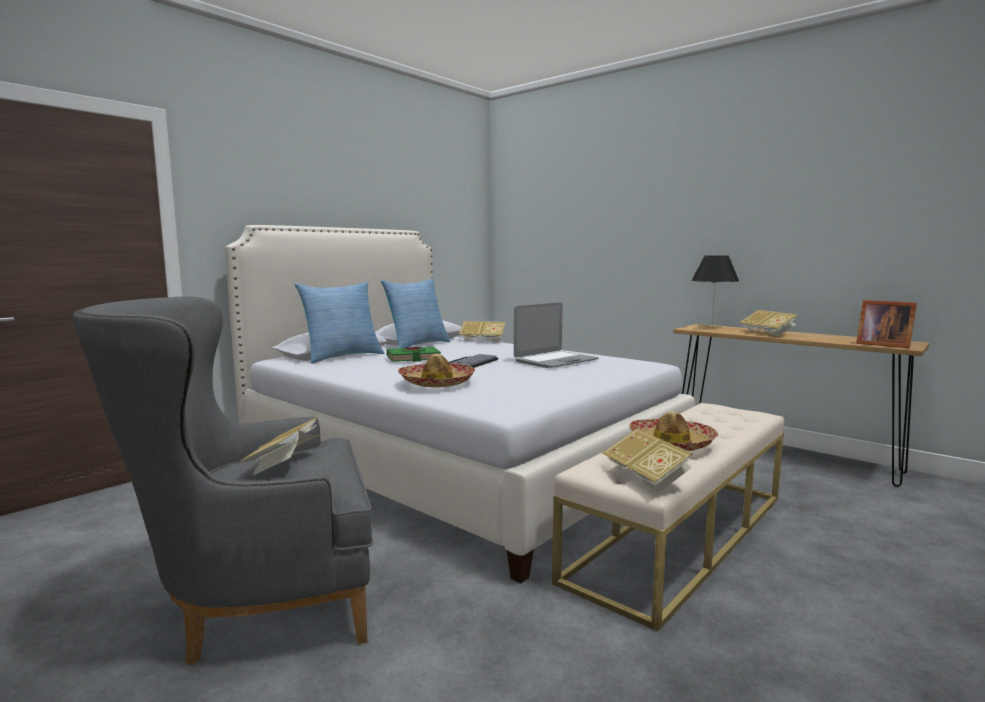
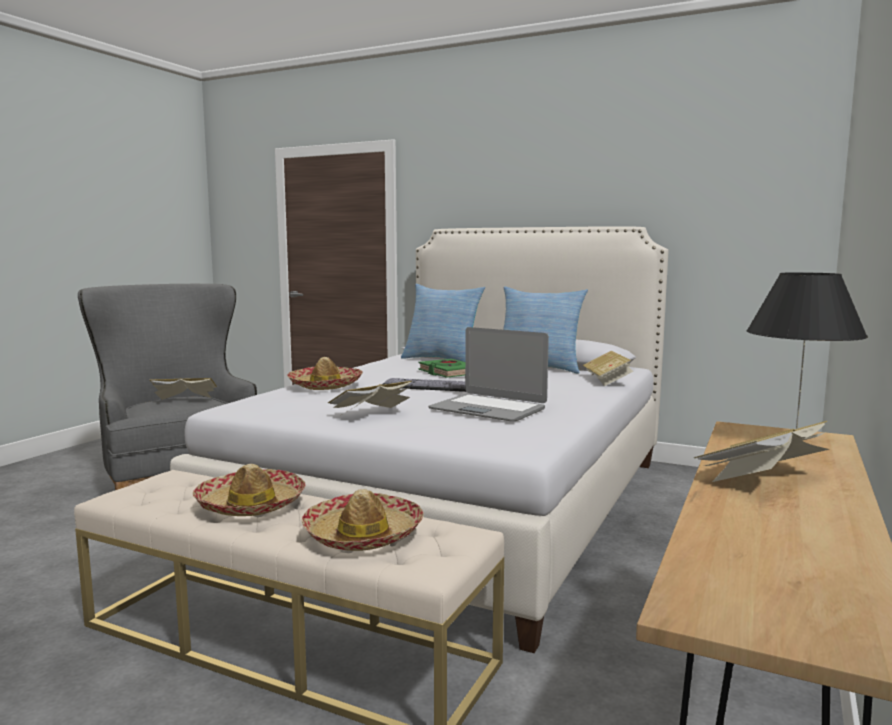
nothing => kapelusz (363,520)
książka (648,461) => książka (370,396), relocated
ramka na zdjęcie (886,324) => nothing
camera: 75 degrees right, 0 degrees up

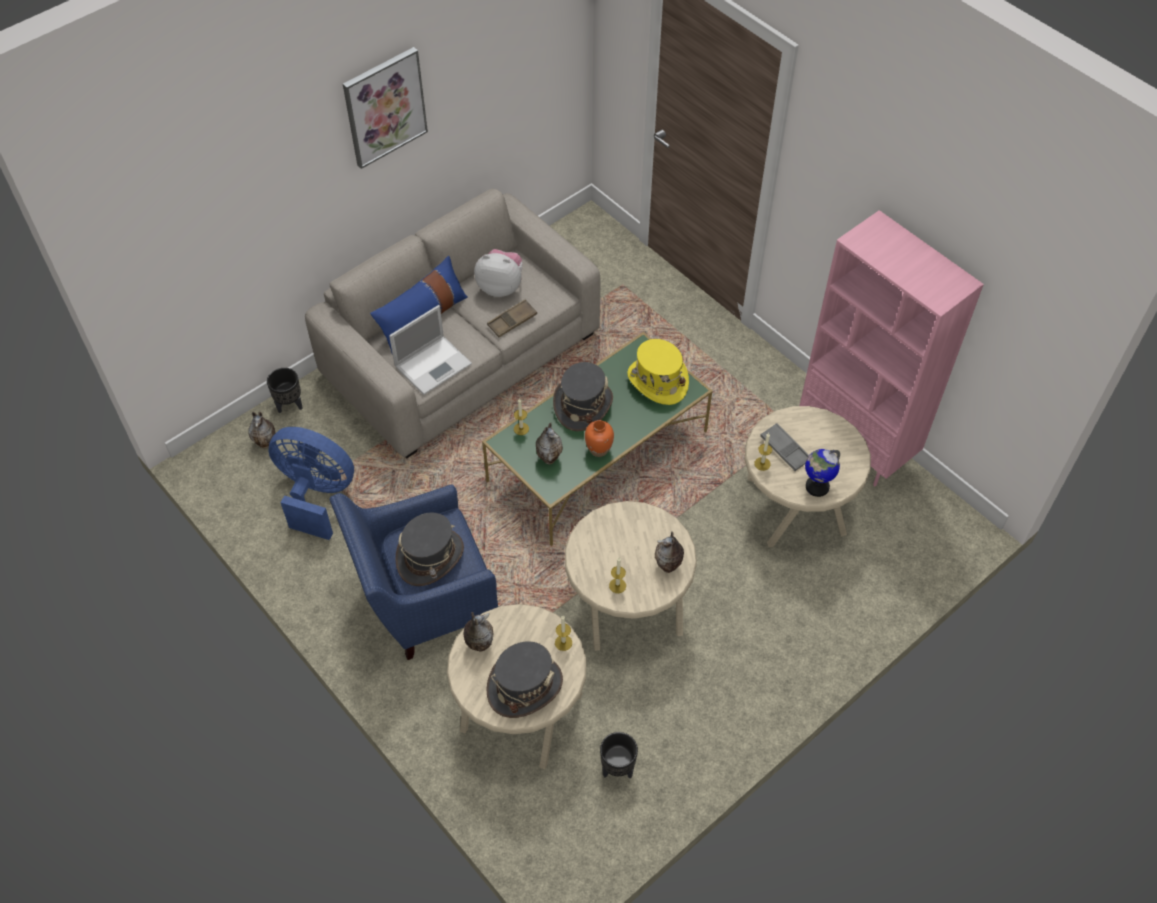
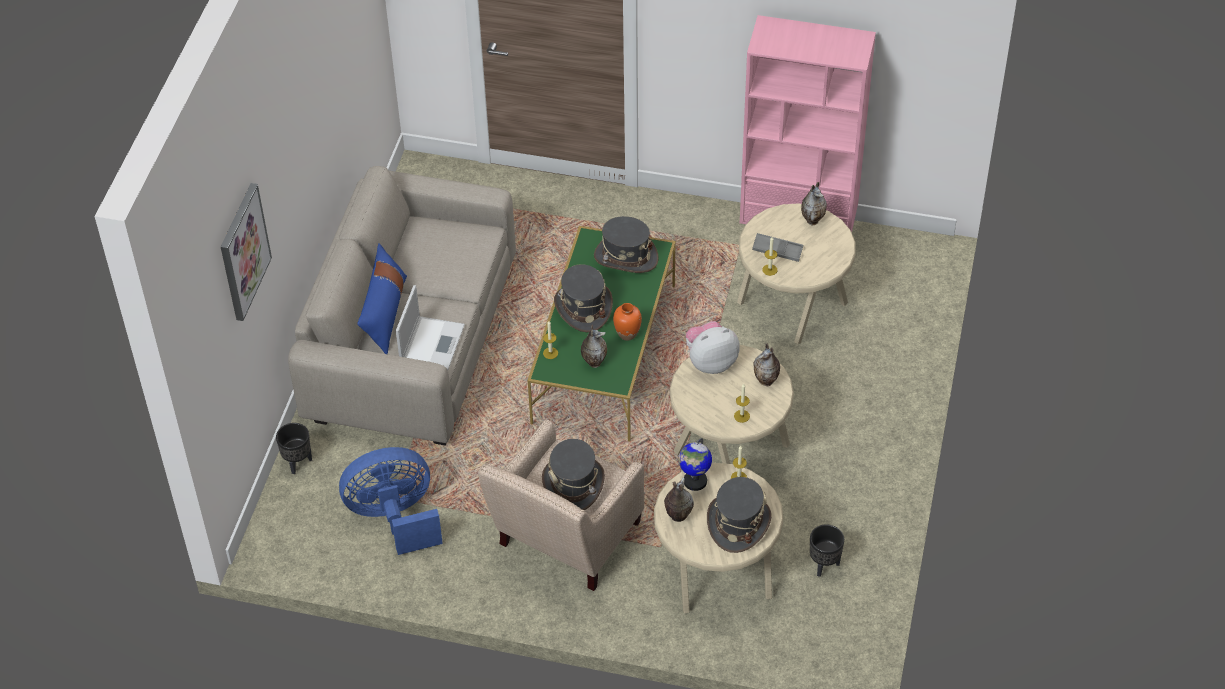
obraz (385,108) => obraz (246,252), relocated
fotel [niebieski] (413,572) => fotel [beżowy] (561,505)
kapelusz [żółty] (658,372) => kapelusz [szary] (626,244)
globus (822,473) => globus (695,464), relocated
pluszak (498,273) => pluszak (713,347), relocated
wazon (261,430) => wazon (814,203), relocated
taca [brązowy] (512,318) => nothing
camera: 35 degrees left, 5 degrees down

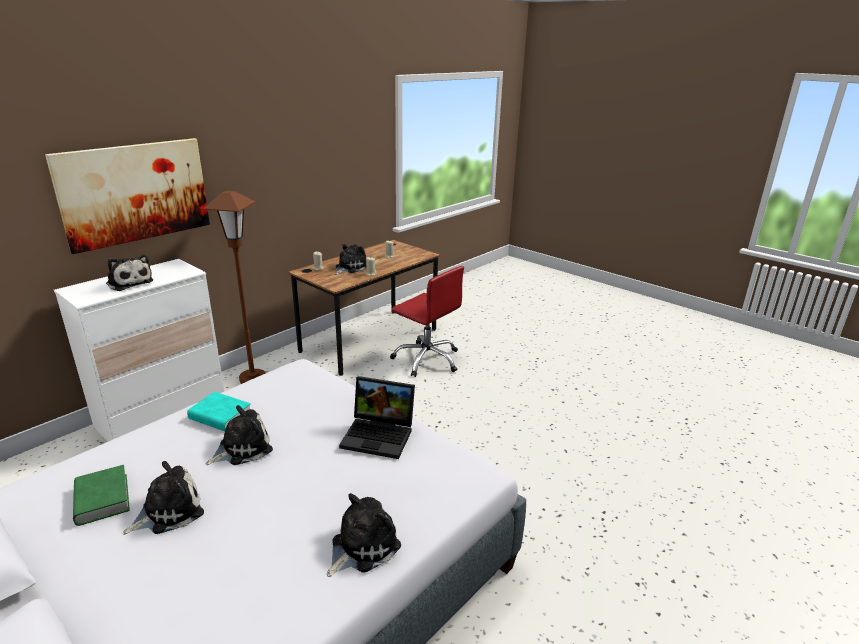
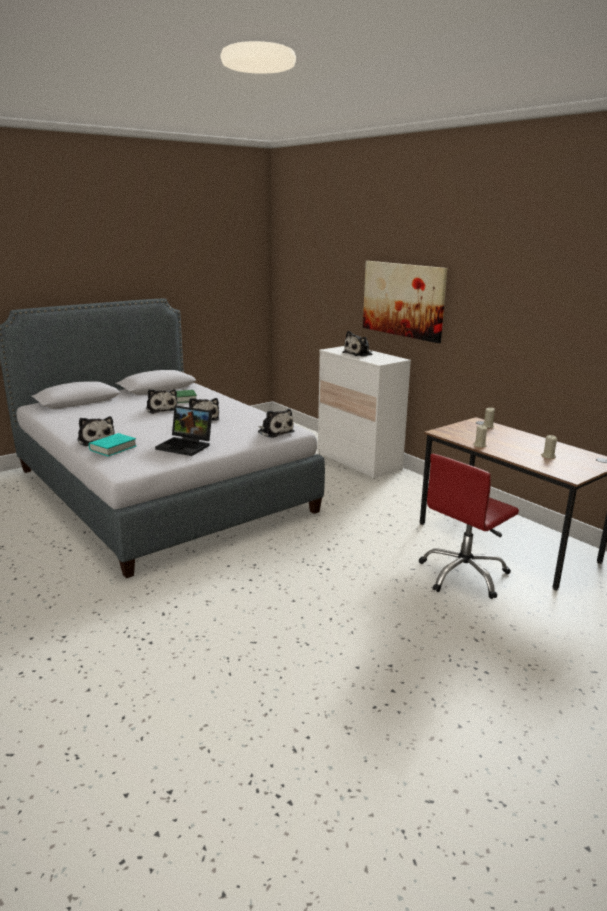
książka [turkusowy] (219,411) => książka [turkusowy] (112,444), relocated
laptop (377,417) => laptop (183,431), 90 degrees counterclockwise
pluszak (351,259) => pluszak (276,423), relocated
lampa stojąca [brązowy] (234,287) => nothing
camera: 100 degrees right, 5 degrees down

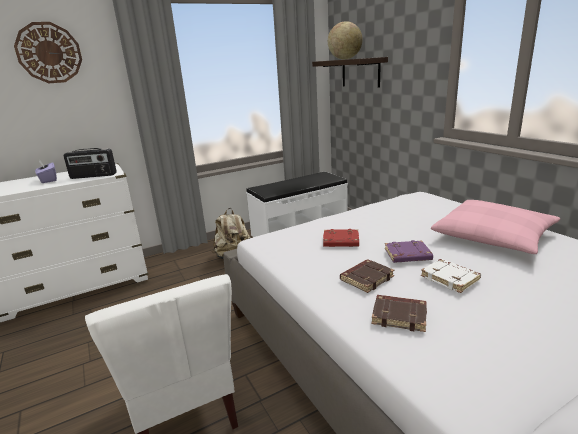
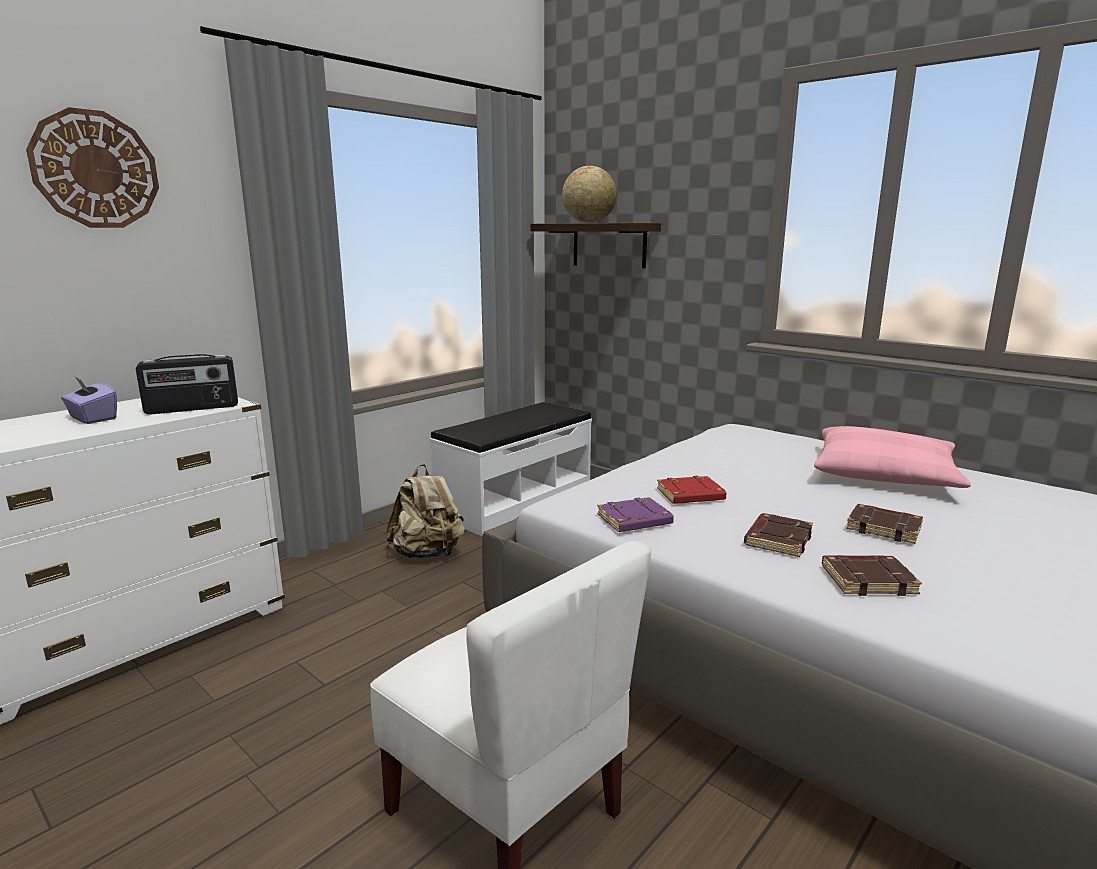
książka [fioletowy] (409,251) => książka [fioletowy] (635,514), relocated
książka [biały] (451,276) => książka [brązowy] (884,524)
camera: 20 degrees left, 5 degrees down

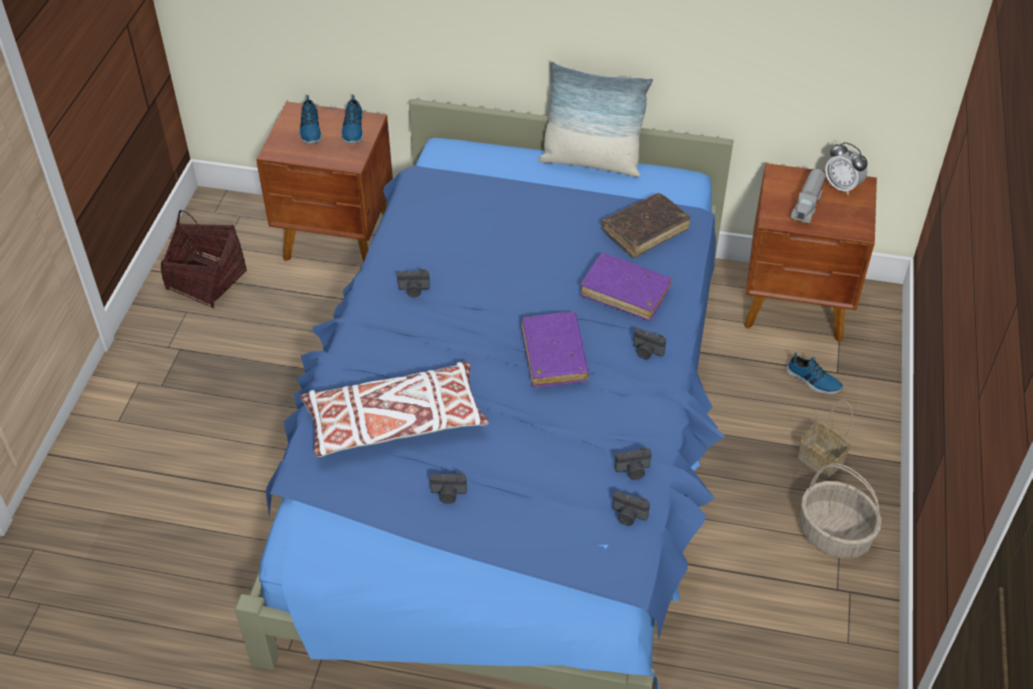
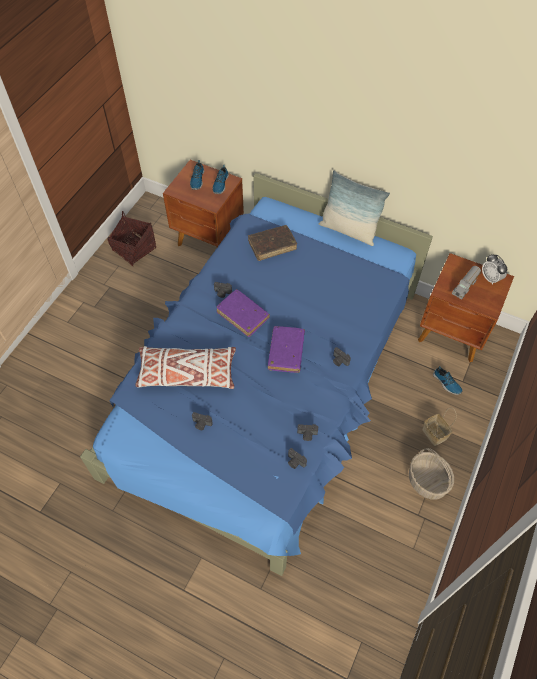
książka [fioletowy] (626,287) => książka [fioletowy] (243,313), relocated
książka [brązowy] (646,225) => książka [brązowy] (272,243), relocated
camera: 15 degrees right, 10 degrees up

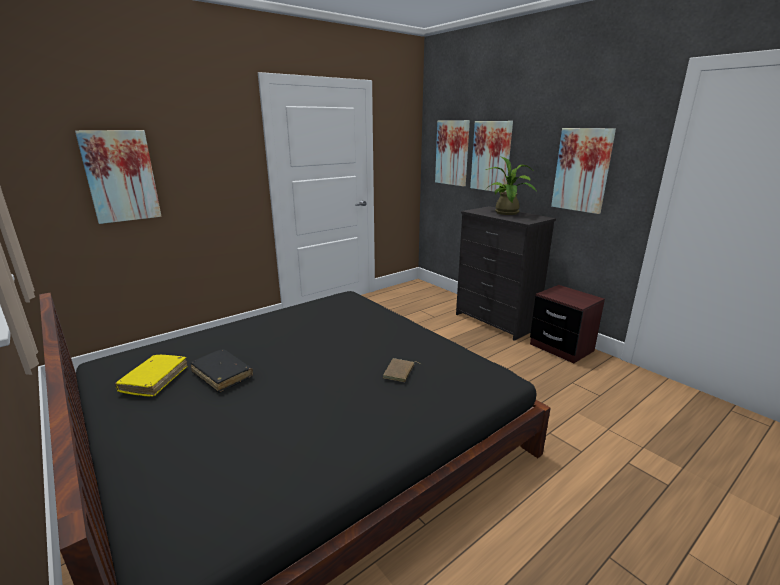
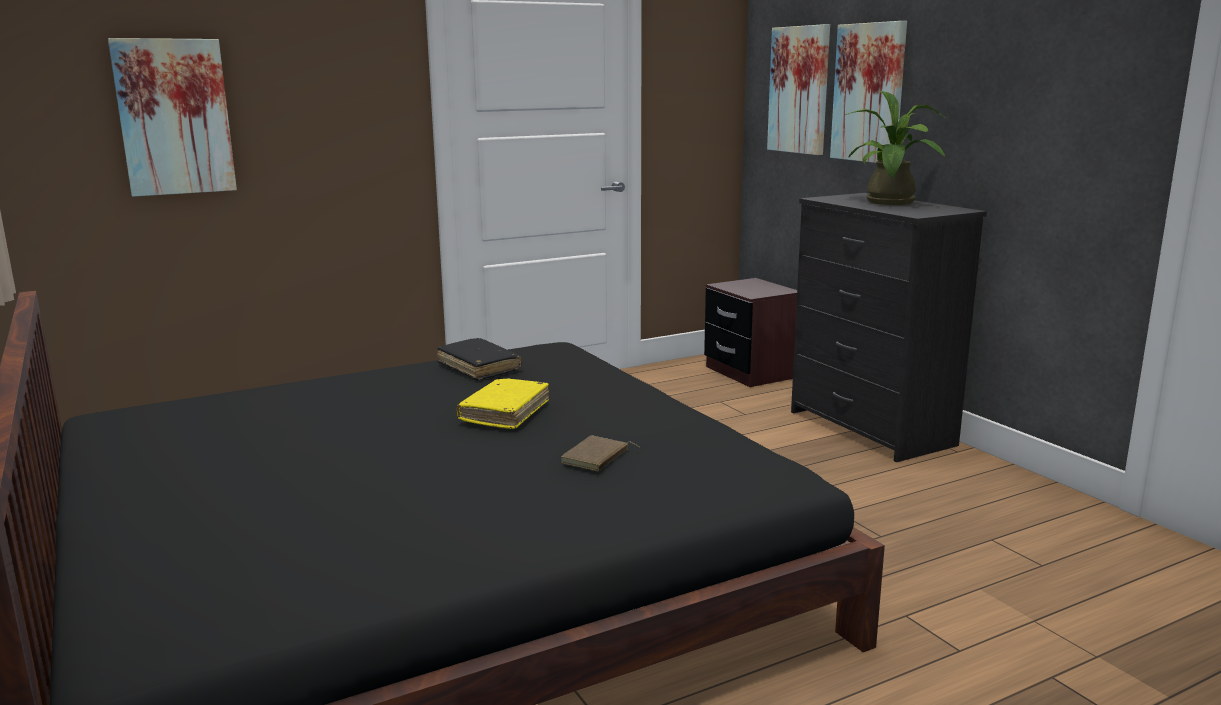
książka [czarny] (222,371) => książka [czarny] (479,359), relocated
książka [żółty] (151,376) => książka [żółty] (503,403), relocated
szafka nocna [brązowy] (567,324) => szafka nocna [brązowy] (750,332), relocated
obraz (583,171) => nothing
camera: 10 degrees right, 5 degrees down

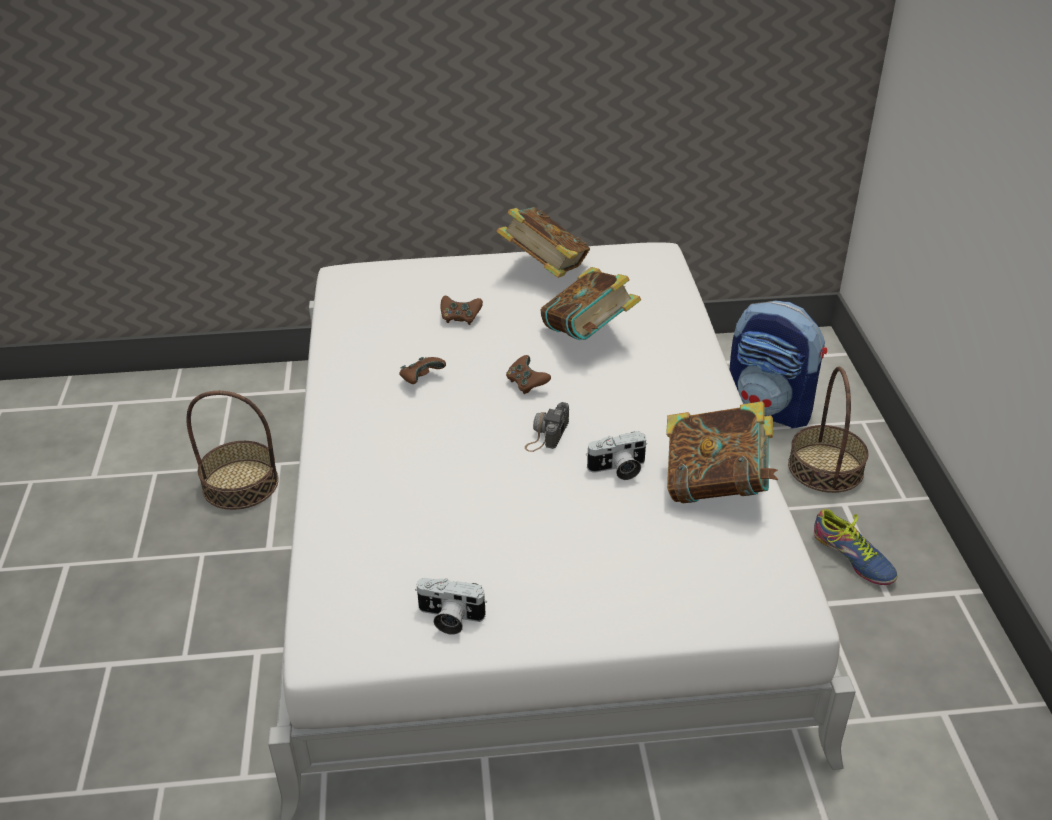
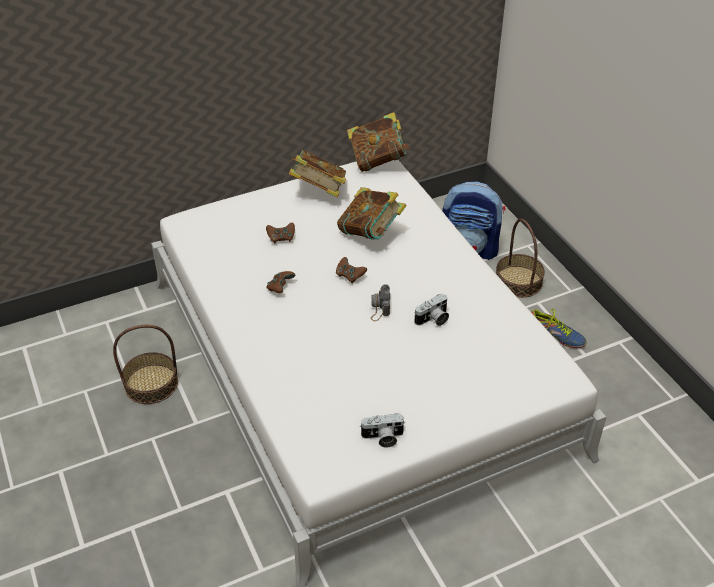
książka (722,452) => książka (378,142), relocated
camera: 20 degrees left, 5 degrees up

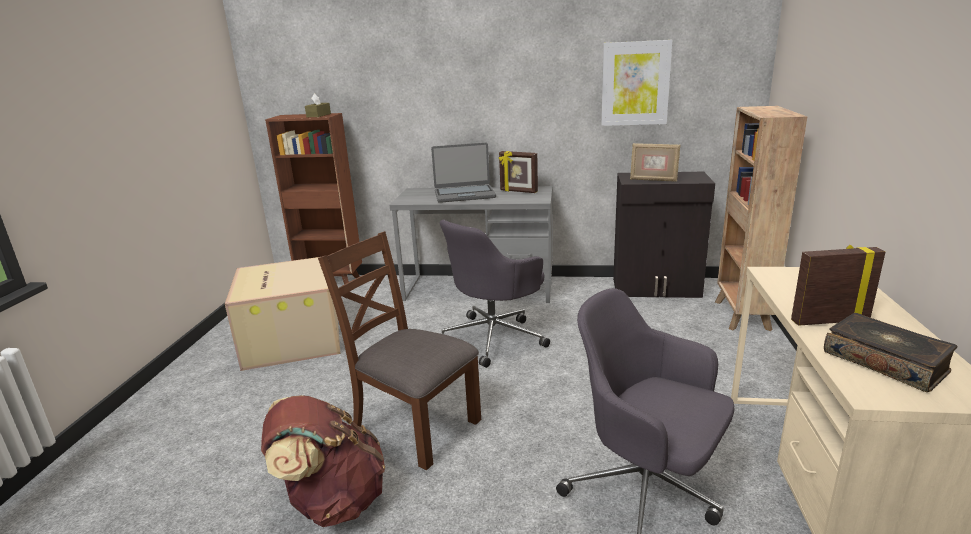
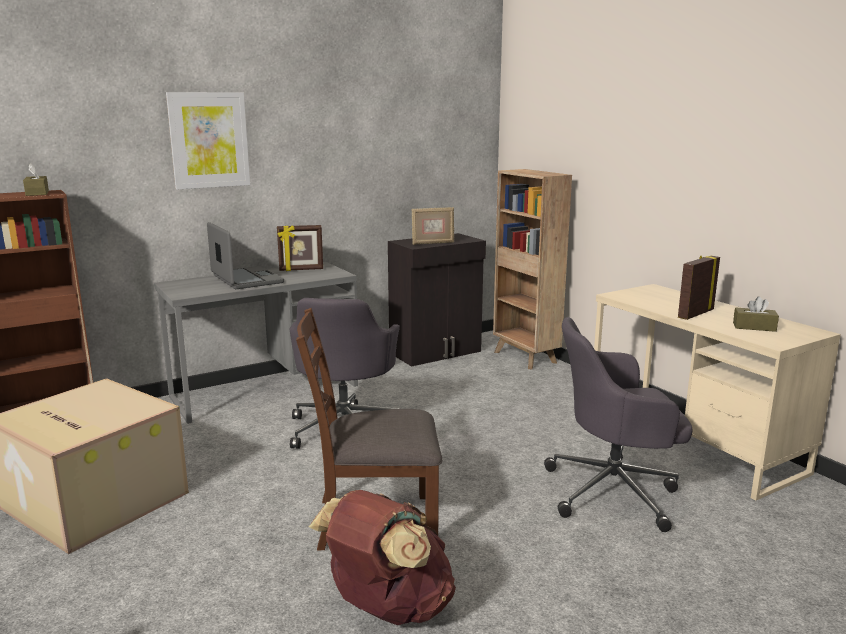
obraz (637,83) => obraz (208,141), relocated
laptop (463,173) => laptop (245,255), 75 degrees counterclockwise
książka (891,352) => pudełko chusteczek [brązowy] (756,314)
camera: 40 degrees left, 5 degrees down

